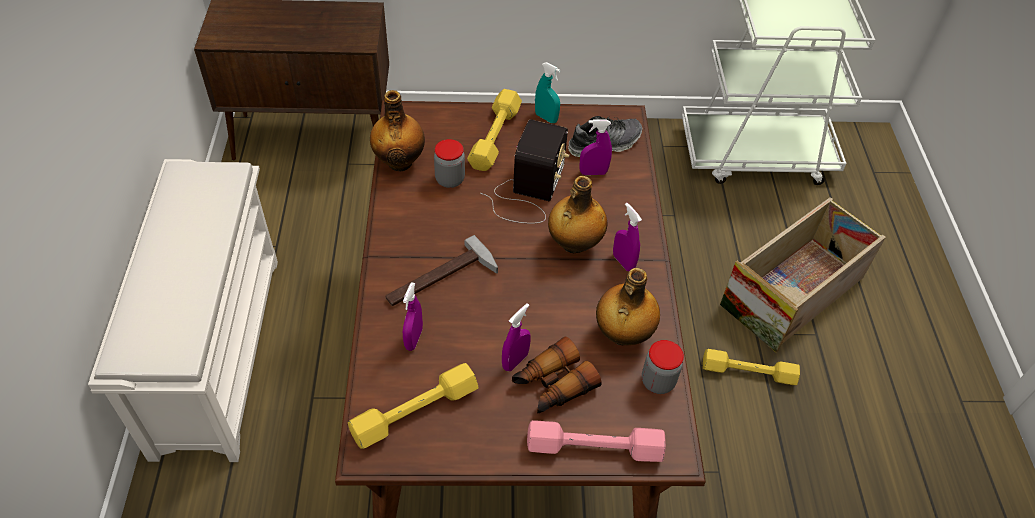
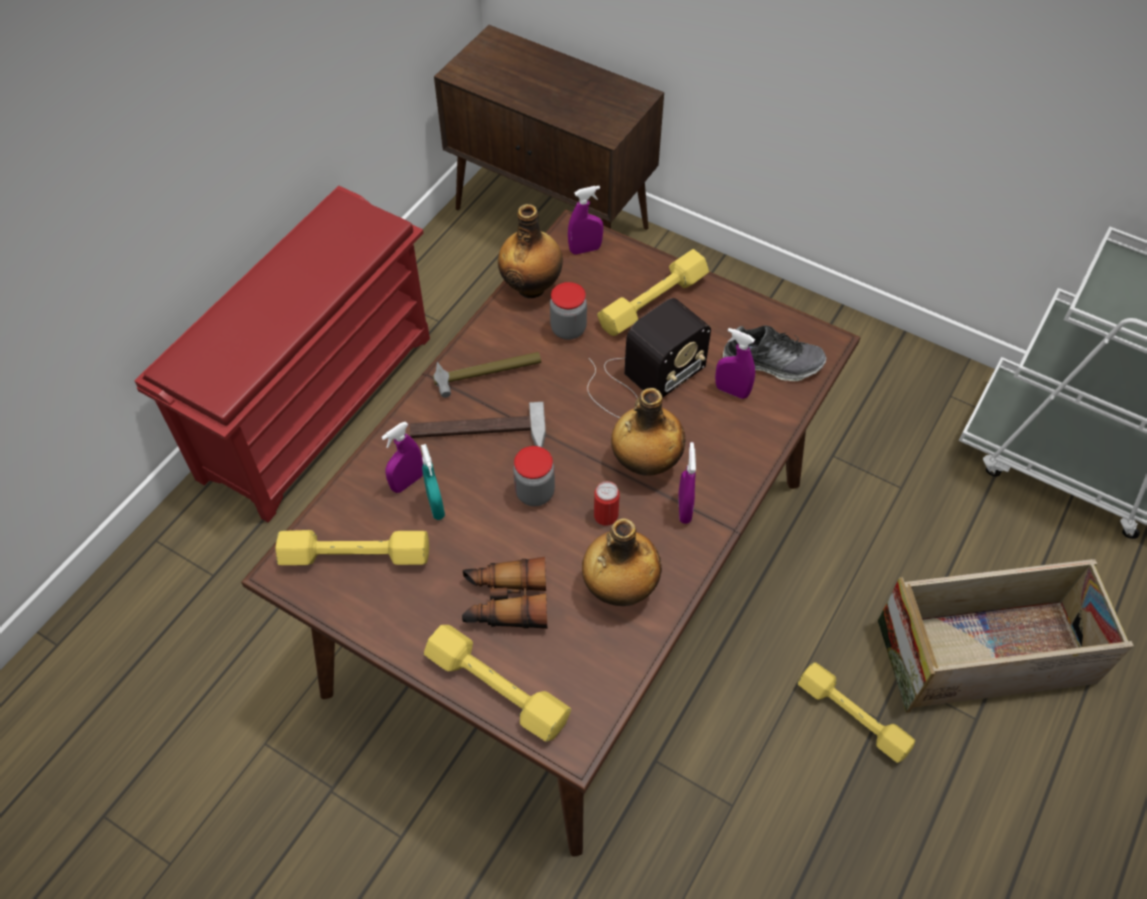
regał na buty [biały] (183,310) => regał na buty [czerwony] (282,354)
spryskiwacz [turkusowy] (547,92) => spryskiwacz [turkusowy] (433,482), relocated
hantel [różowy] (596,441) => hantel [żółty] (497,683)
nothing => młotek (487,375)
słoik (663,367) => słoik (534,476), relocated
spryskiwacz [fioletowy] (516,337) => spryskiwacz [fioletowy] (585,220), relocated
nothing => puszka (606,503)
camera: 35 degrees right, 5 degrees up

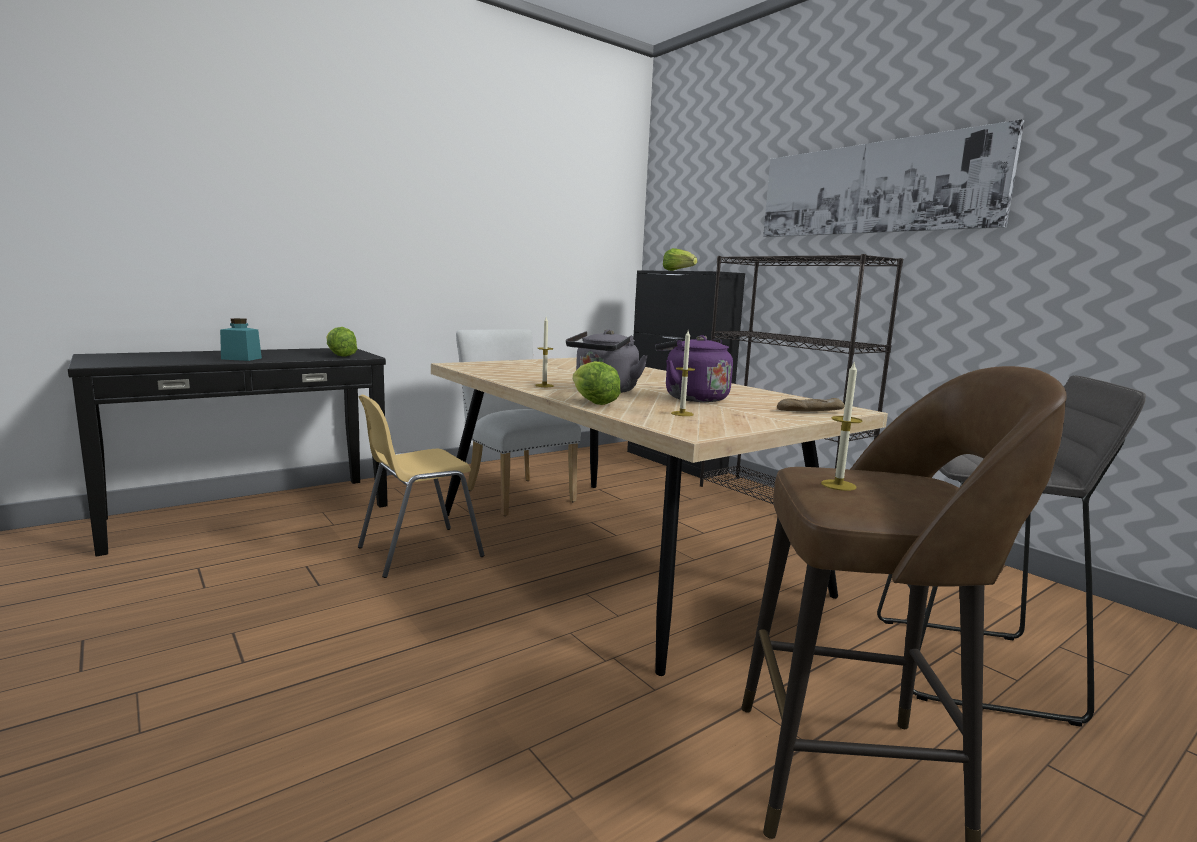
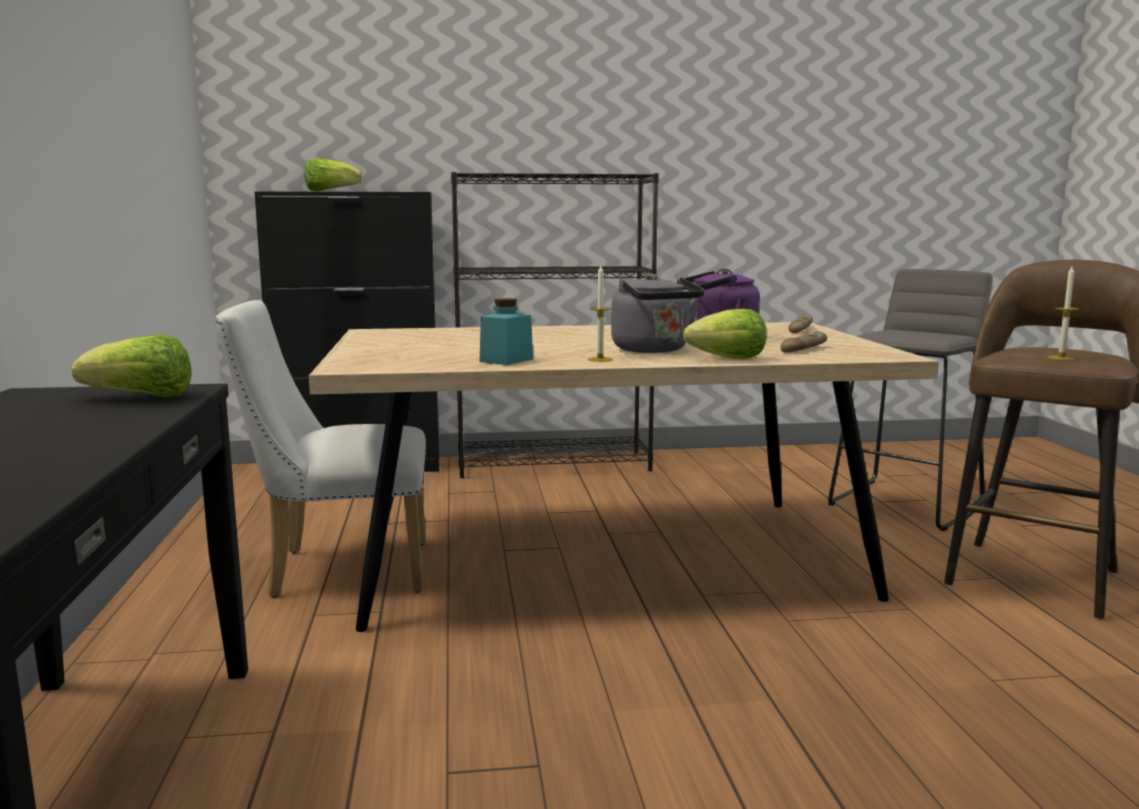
słoik [turkusowy] (241,339) => słoik [turkusowy] (506,331), relocated
świeca (683,373) => chleb (804,342)
krzesło [żółty] (421,486) => nothing
obraz (893,178) => nothing
camera: 60 degrees left, 0 degrees up

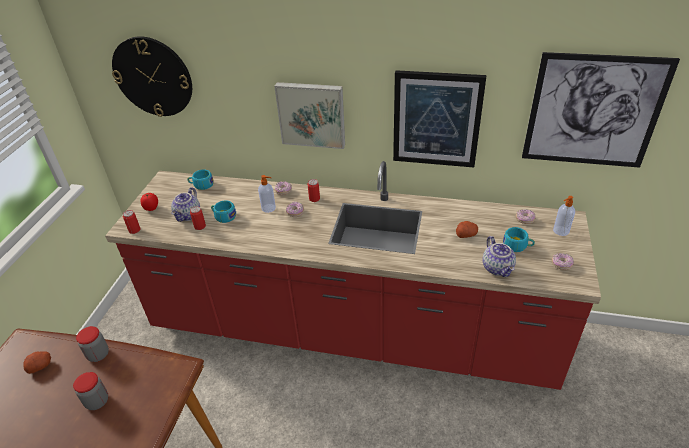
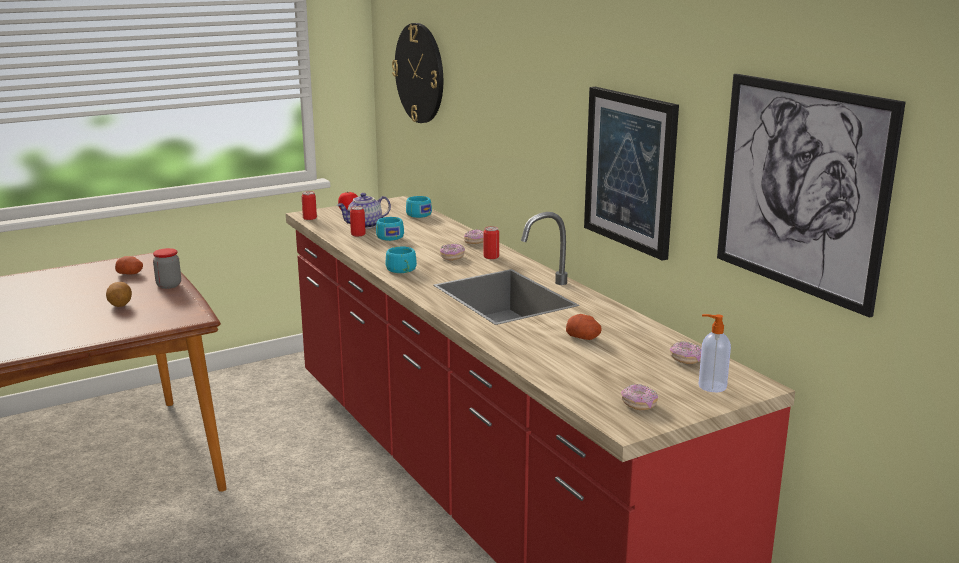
słoik (90,391) => ziemniak (119,294)
filiżanka [turkusowy] (519,239) => filiżanka [turkusowy] (401,259), relocated
dozownik mydła (267,194) => nothing
obraz (309,115) => nothing
imbryk (499,256) => nothing
camera: 45 degrees right, 20 degrees down

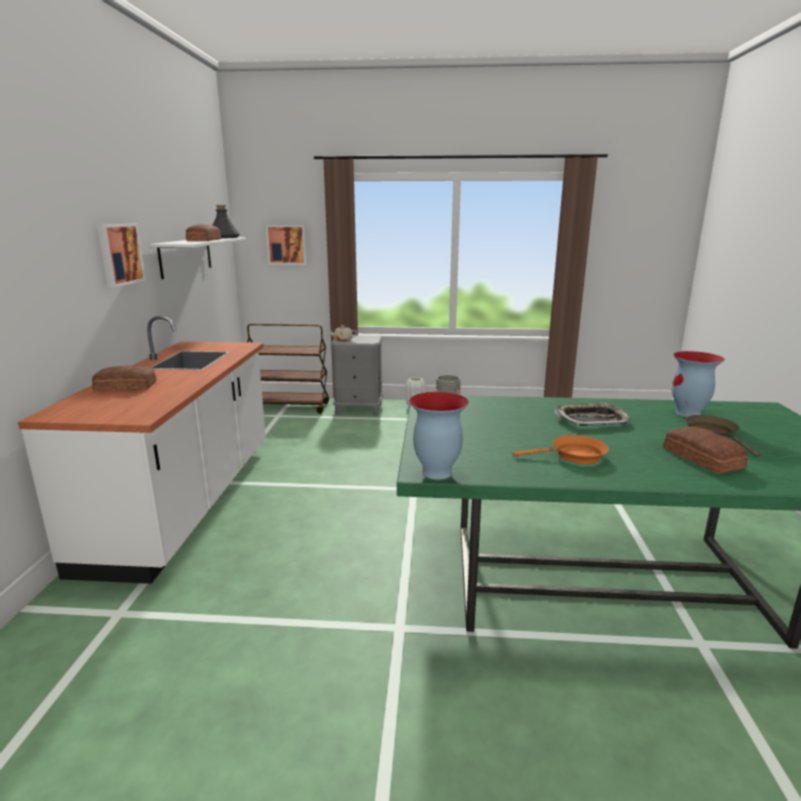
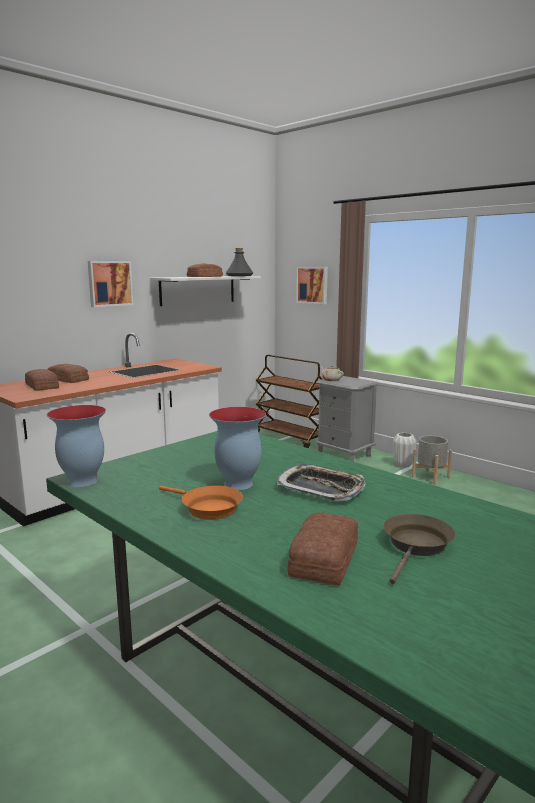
nothing => chleb (42,380)
wazon (698,384) => wazon (237,448), relocated
camera: 40 degrees right, 5 degrees down

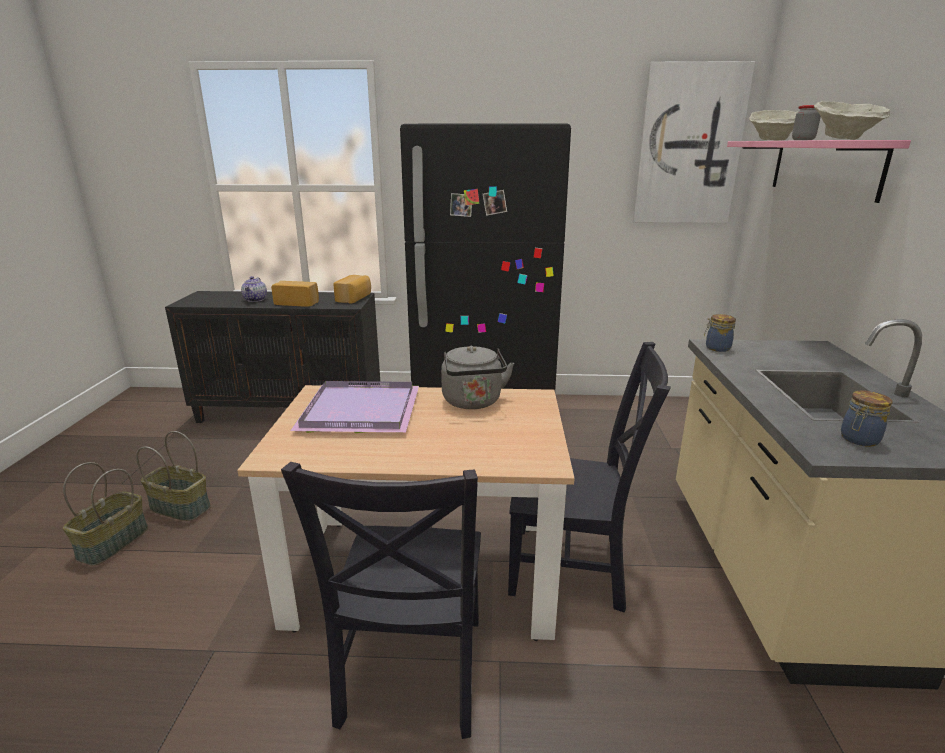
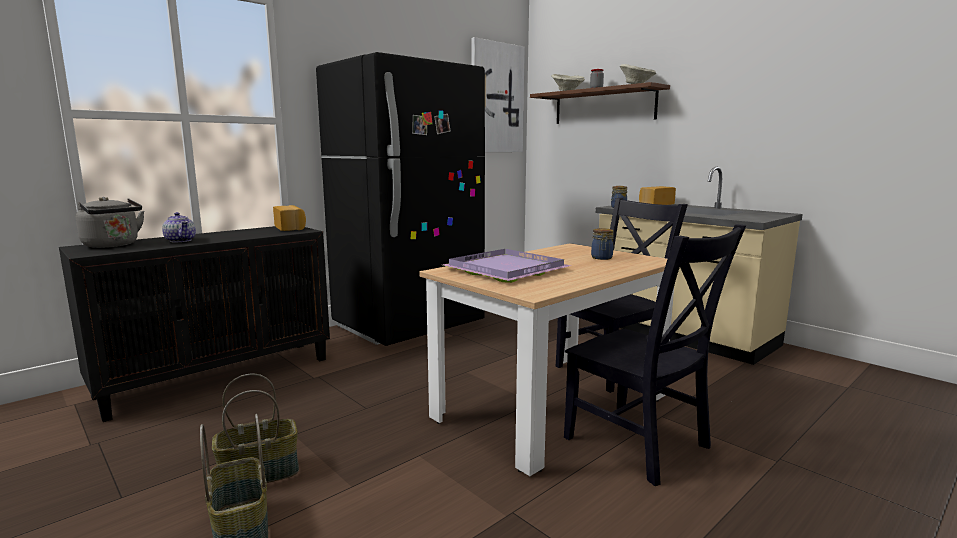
czajnik [szary] (477,377) => czajnik [szary] (110,222), relocated
półka [różowy] (819,171) => półka [brązowy] (600,103)
słoik (867,418) => słoik (602,244), relocated
chleb (295,294) => chleb (657,195), relocated
camera: 45 degrees left, 10 degrees down

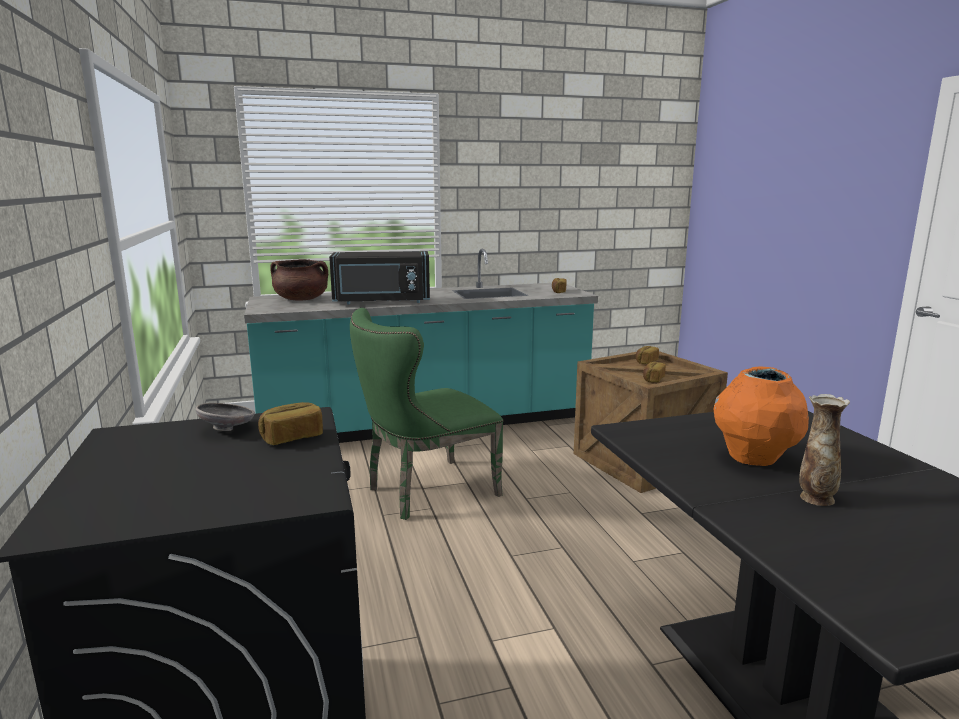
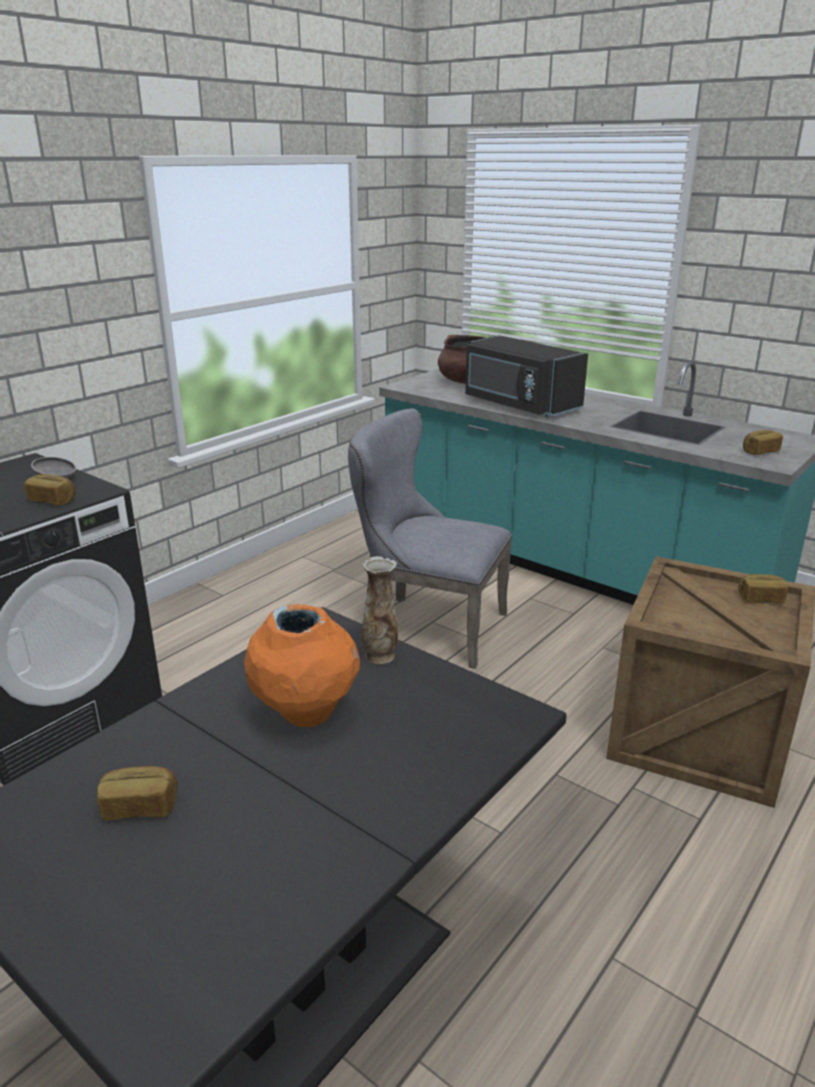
chleb (654,372) => chleb (137,793), relocated
krzesło [zielony] (427,414) => krzesło [szary] (430,539)
wazon (824,450) => wazon (380,610), relocated
camera: 55 degrees right, 10 degrees up

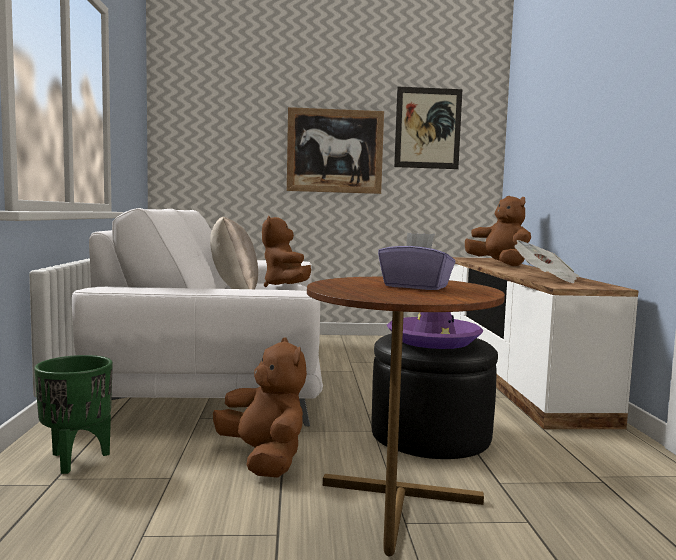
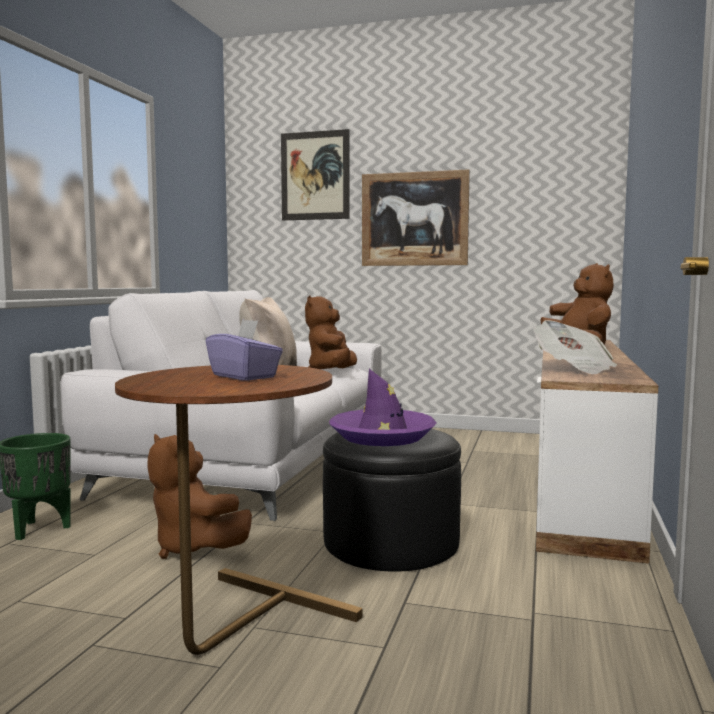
pluszak [brązowy] (260,407) => pluszak [brązowy] (199,496), 150 degrees clockwise
obraz (428,128) => obraz (315,174), relocated
camera: 20 degrees right, 0 degrees up

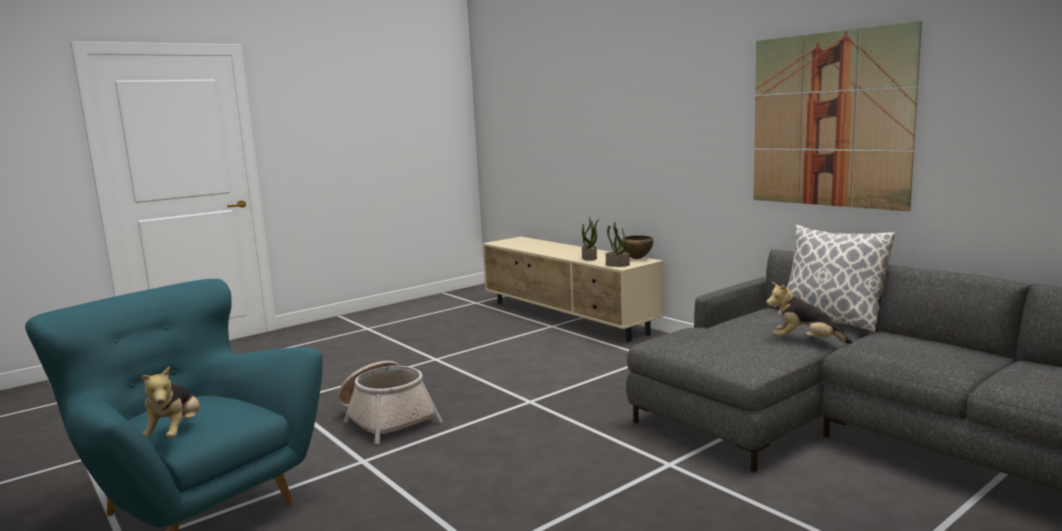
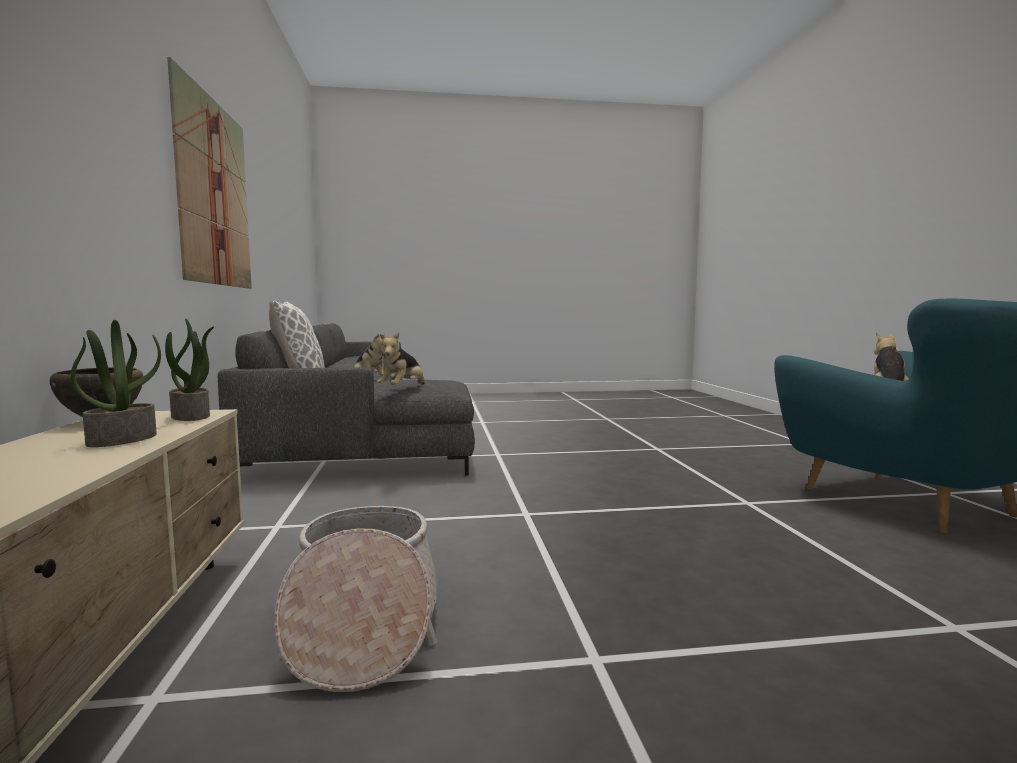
koszyk (390,402) => koszyk (355,599), relocated
nothing => pluszak (400,358)
camera: 150 degrees left, 5 degrees down

